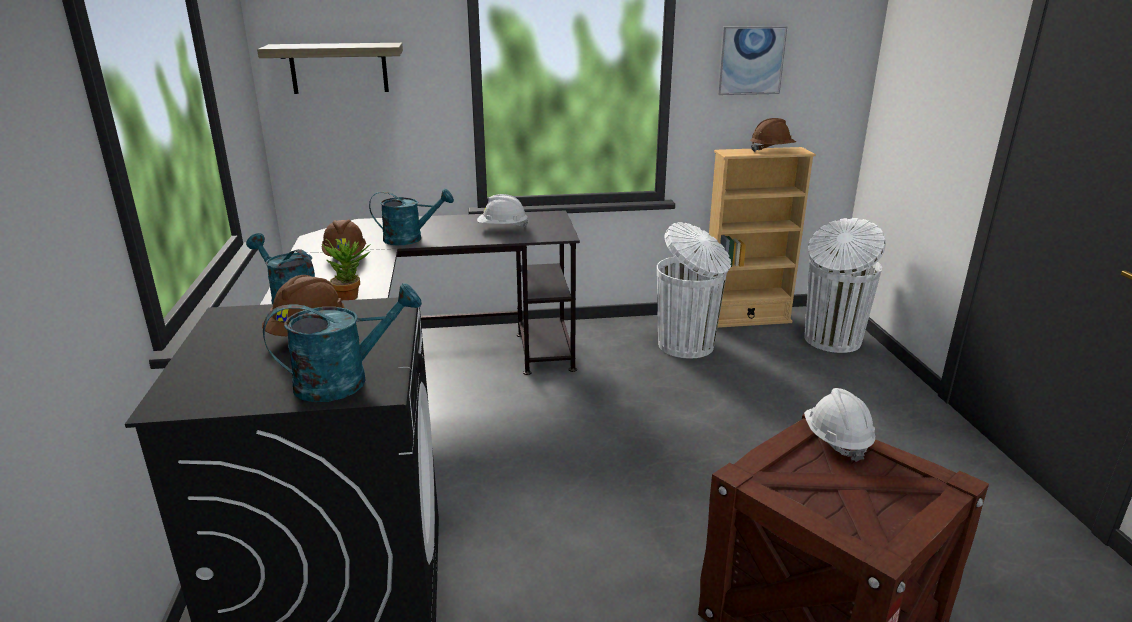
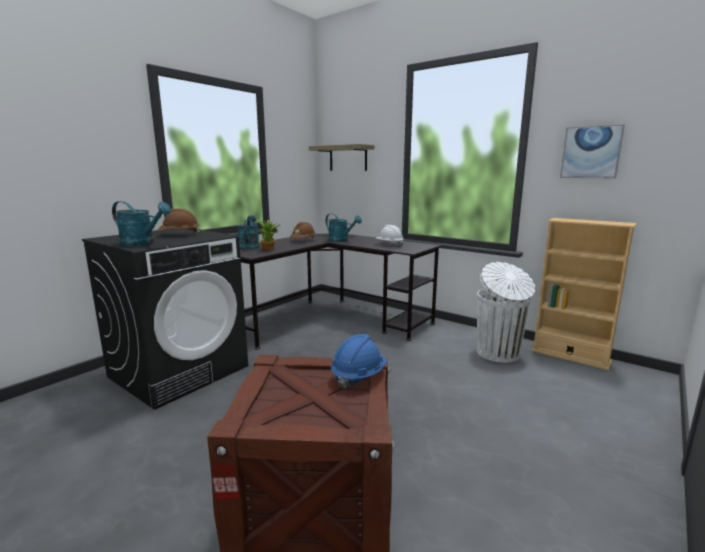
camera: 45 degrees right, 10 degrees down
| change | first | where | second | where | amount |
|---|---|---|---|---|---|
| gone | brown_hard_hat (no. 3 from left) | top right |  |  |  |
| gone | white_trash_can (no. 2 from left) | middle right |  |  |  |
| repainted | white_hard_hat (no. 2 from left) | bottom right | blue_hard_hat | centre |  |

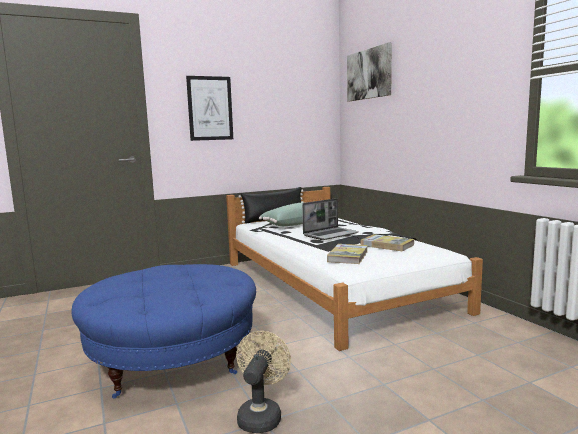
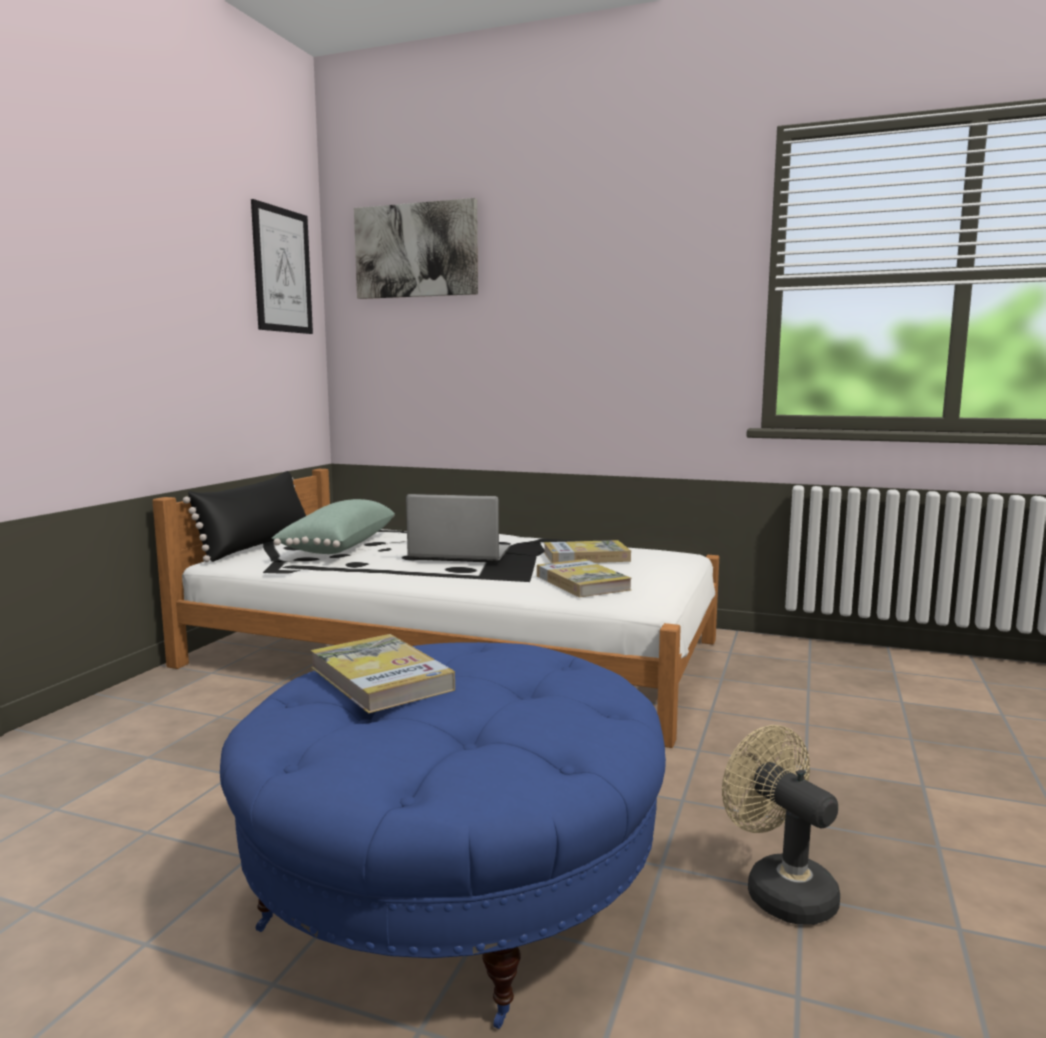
camera: 45 degrees left, 0 degrees up
| change | first | where | second | where | amount |
|---|---|---|---|---|---|
| new |  |  | book (no. 1 from left) | centre |  |
| shifted | picture (no. 1 from left) | top centre |  | top left |  |
| rotated | laptop | centre |  | centre | 90 degrees counterclockwise |

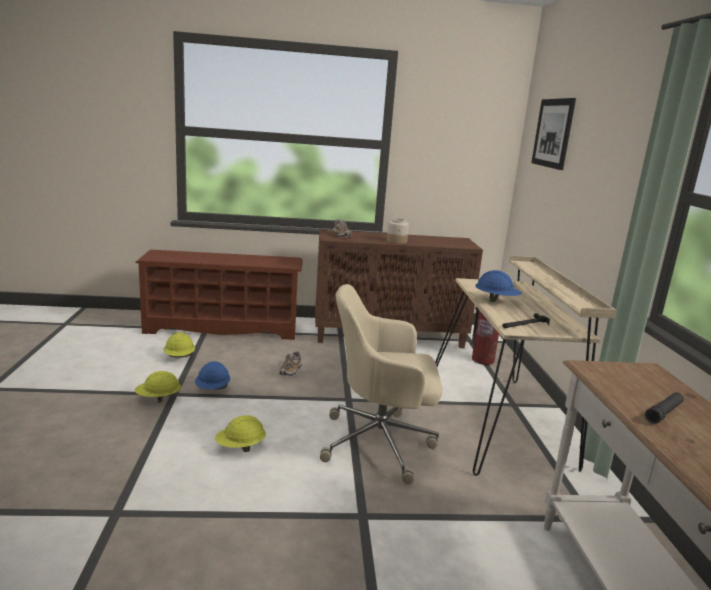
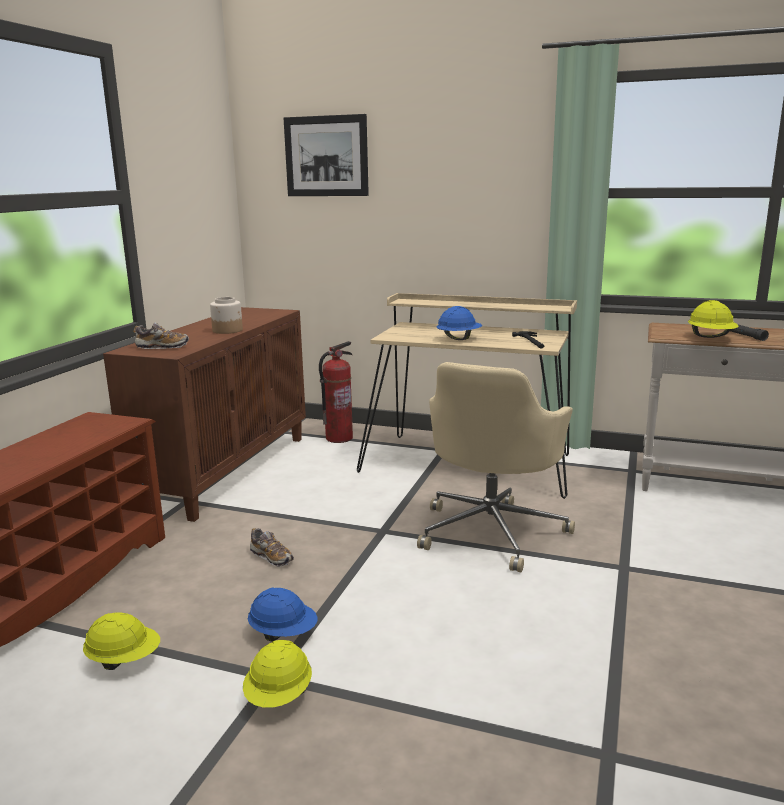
camera: 65 degrees left, 0 degrees up
| change | first | where | second | where | amount |
|---|---|---|---|---|---|
| shifted | yellow_hard_hat (no. 3 from left) | bottom centre |  | middle right |  |

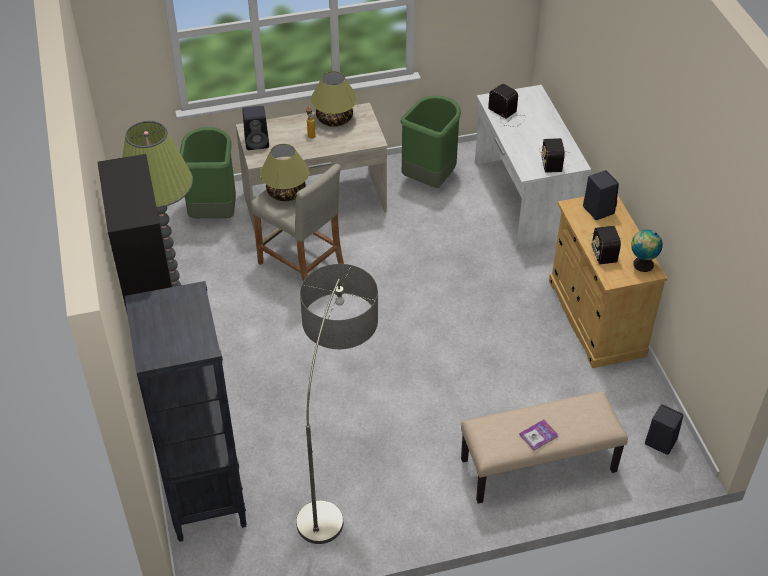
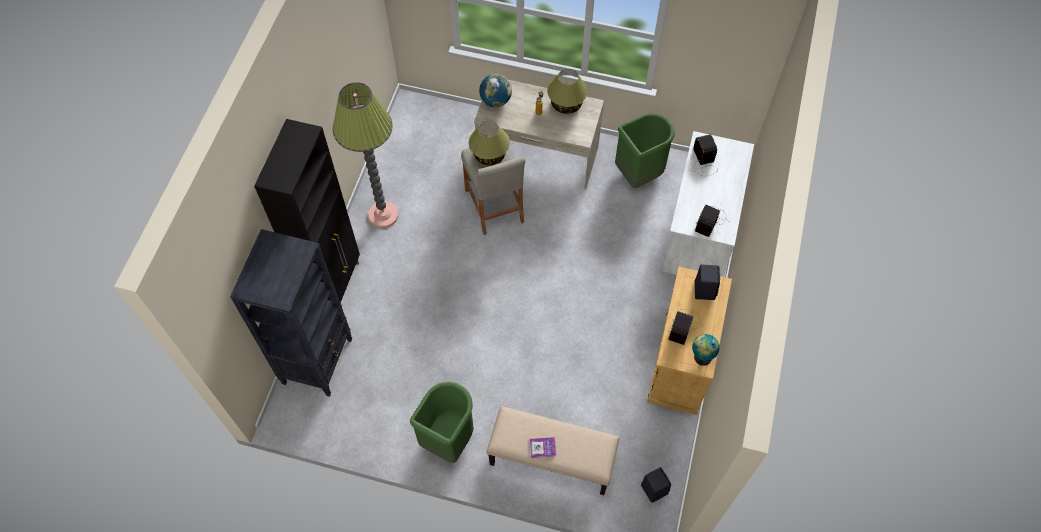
camera: 30 degrees right, 15 degrees up
| change | first | where | second | where | amount |
|---|---|---|---|---|---|
| gone | floor_lamp (no. 2 from left) | bottom centre |  |  |  |
| shifted | green_trash_can (no. 1 from left) | top left |  | bottom centre |  |
| swapped | black_speaker (no. 1 from left) | top centre | globe (no. 1 from left) | top centre |  |

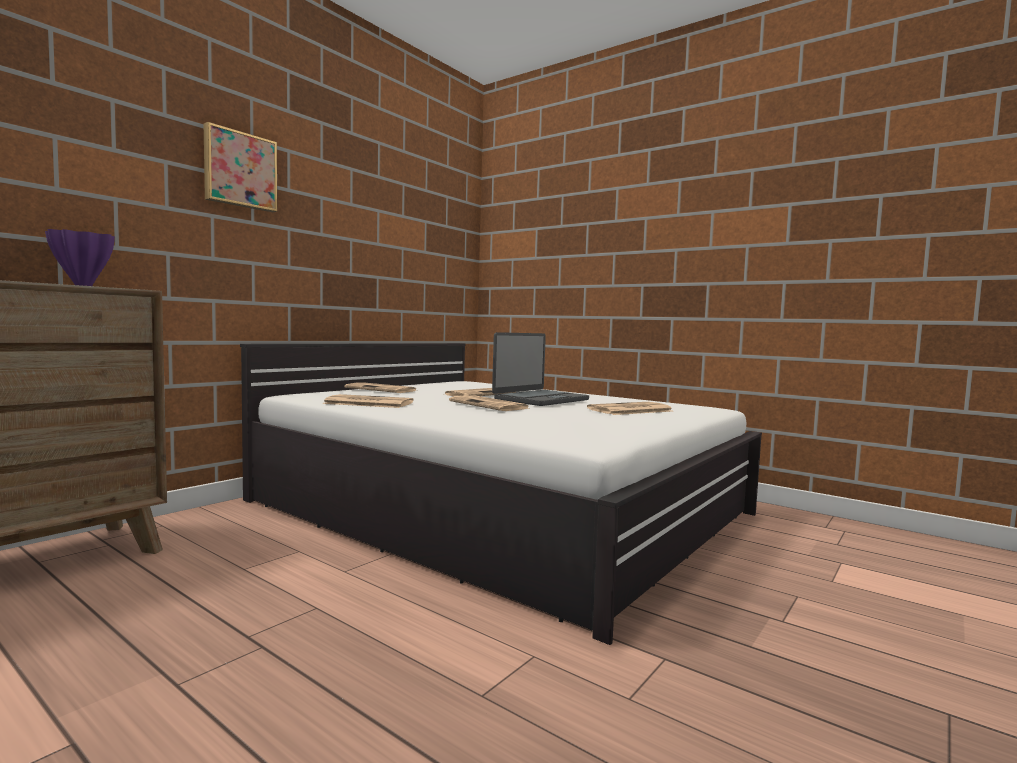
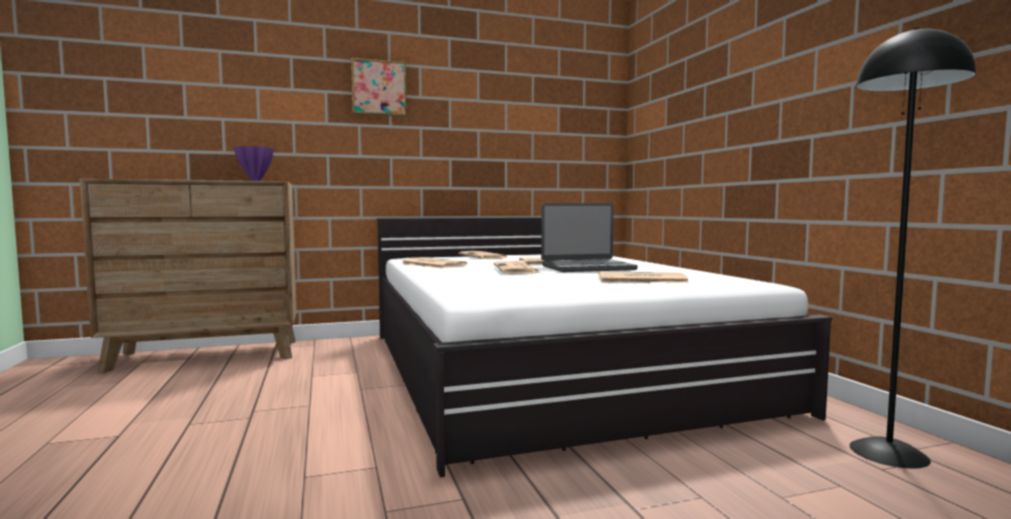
camera: 35 degrees right, 0 degrees up
| change | first | where | second | where | amount |
|---|---|---|---|---|---|
| new |  |  | black_floor_lamp | middle right |  |

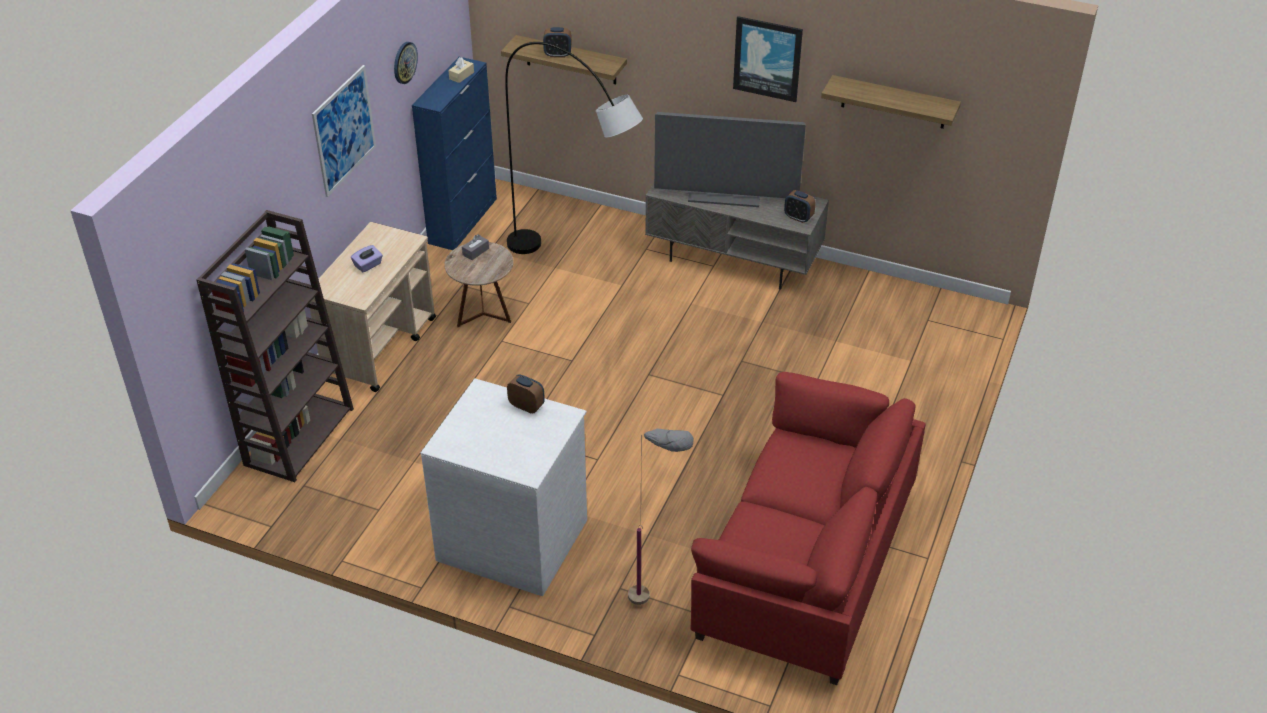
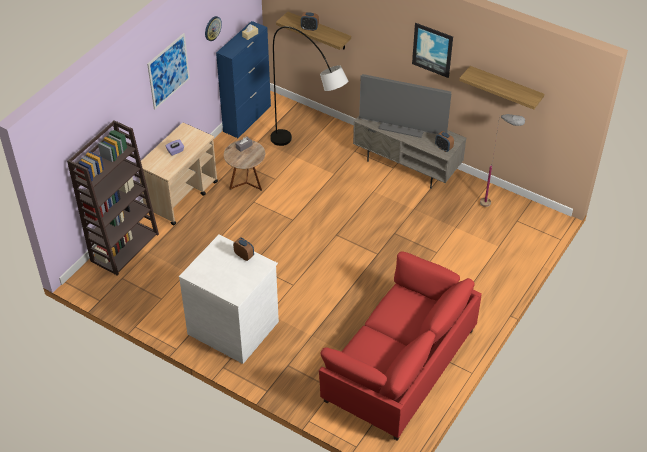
camera: 10 degrees right, 5 degrees up
| change | first | where | second | where | amount |
|---|---|---|---|---|---|
| shifted | grey_floor_lamp (no. 2 from left) | bottom centre |  | middle right |  |

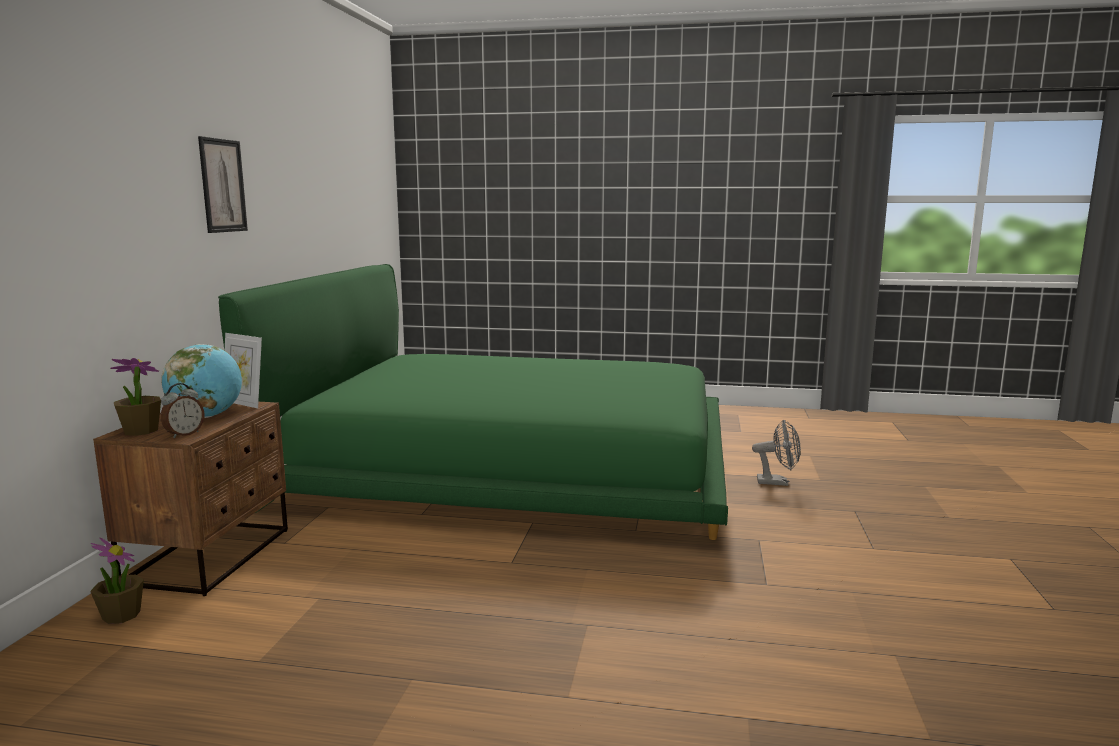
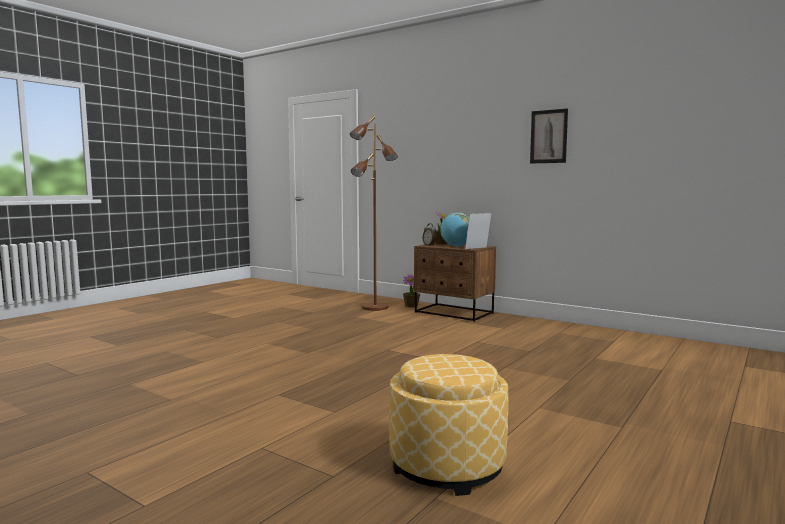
camera: 115 degrees right, 5 degrees down
| change | first | where | second | where | amount |
|---|---|---|---|---|---|
| gone | green_bed | centre |  |  |  |
| new |  |  | brown_floor_lamp | centre |  |
| swapped | grey_fan | middle right | ottoman | bottom centre |  |

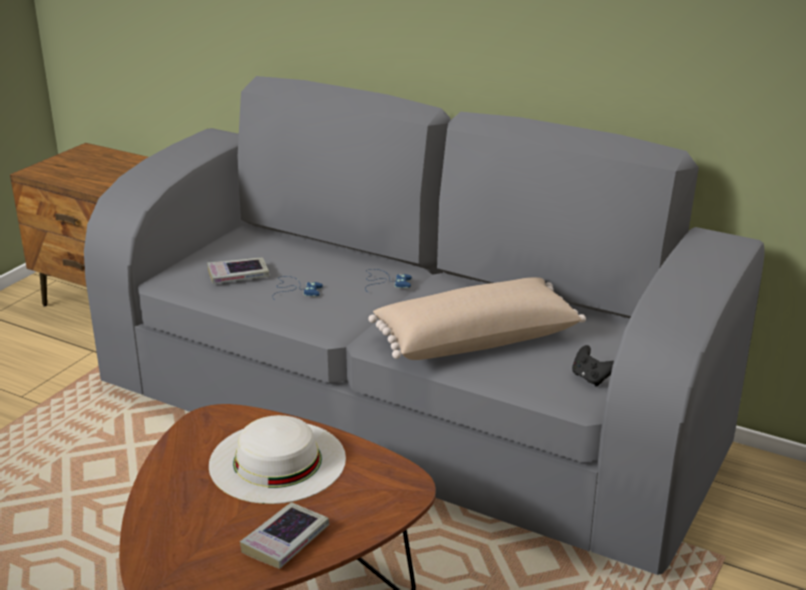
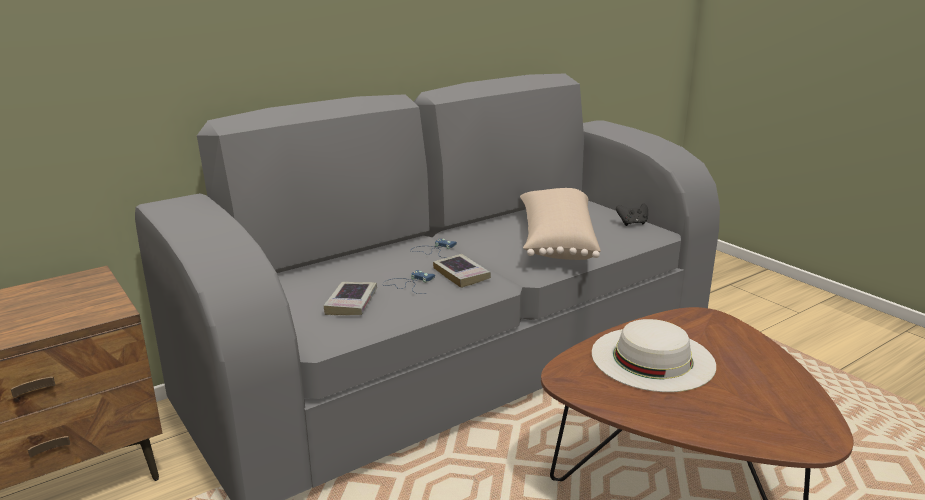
camera: 65 degrees left, 5 degrees down
| change | first | where | second | where | amount |
|---|---|---|---|---|---|
| shifted | book (no. 2 from left) | bottom centre |  | centre |  |

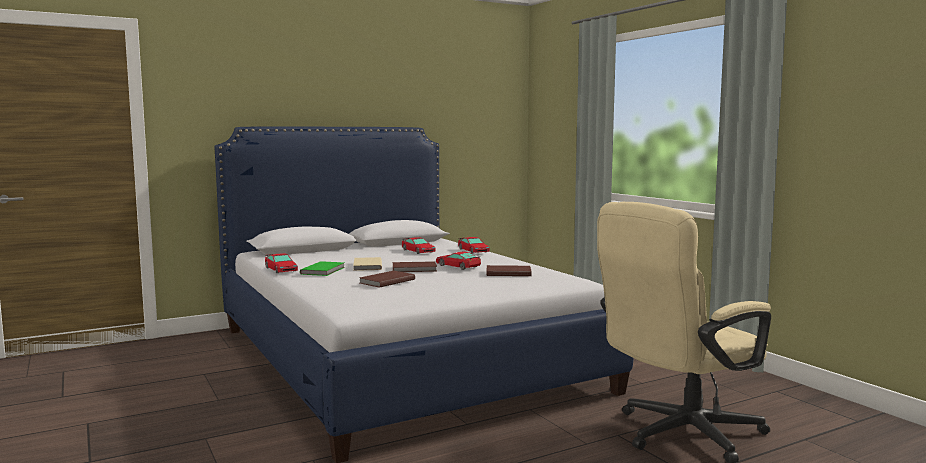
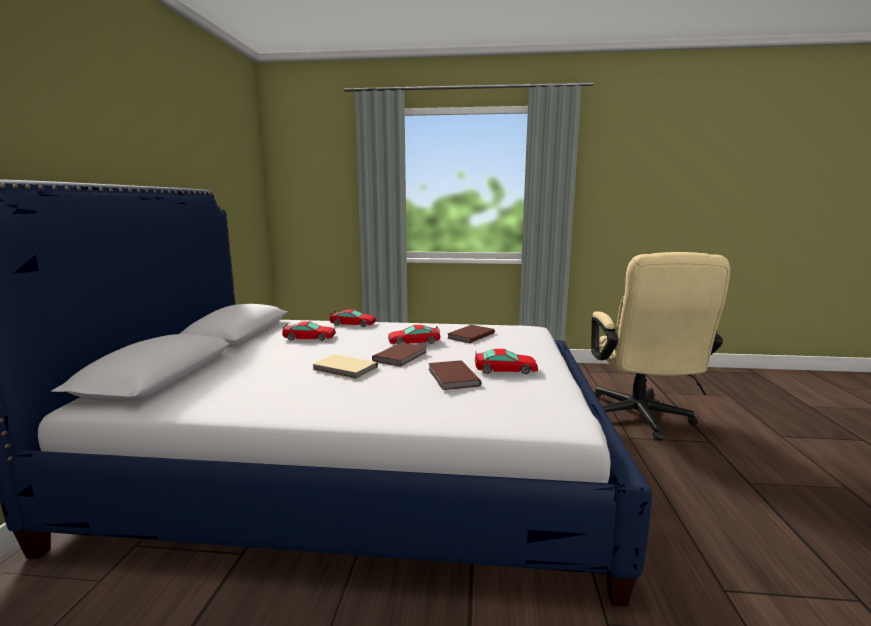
camera: 55 degrees left, 5 degrees up
| change | first | where | second | where | amount |
|---|---|---|---|---|---|
| gone | green_book | centre |  |  |  |
| shifted | toy_car (no. 1 from left in the first image) | middle left | toy_car (no. 4 from left) | centre |  |

